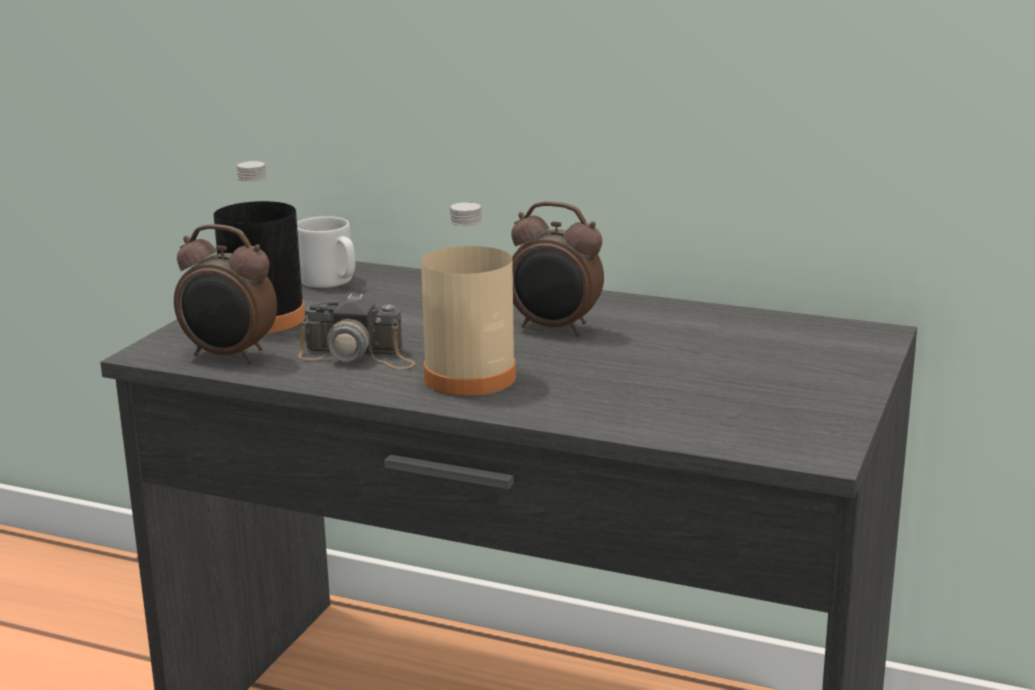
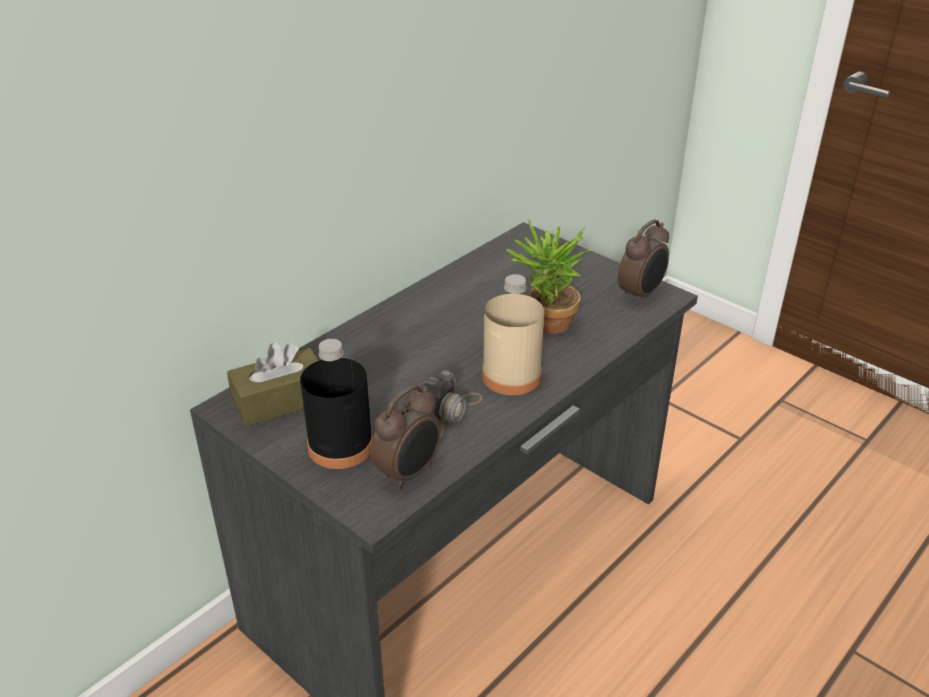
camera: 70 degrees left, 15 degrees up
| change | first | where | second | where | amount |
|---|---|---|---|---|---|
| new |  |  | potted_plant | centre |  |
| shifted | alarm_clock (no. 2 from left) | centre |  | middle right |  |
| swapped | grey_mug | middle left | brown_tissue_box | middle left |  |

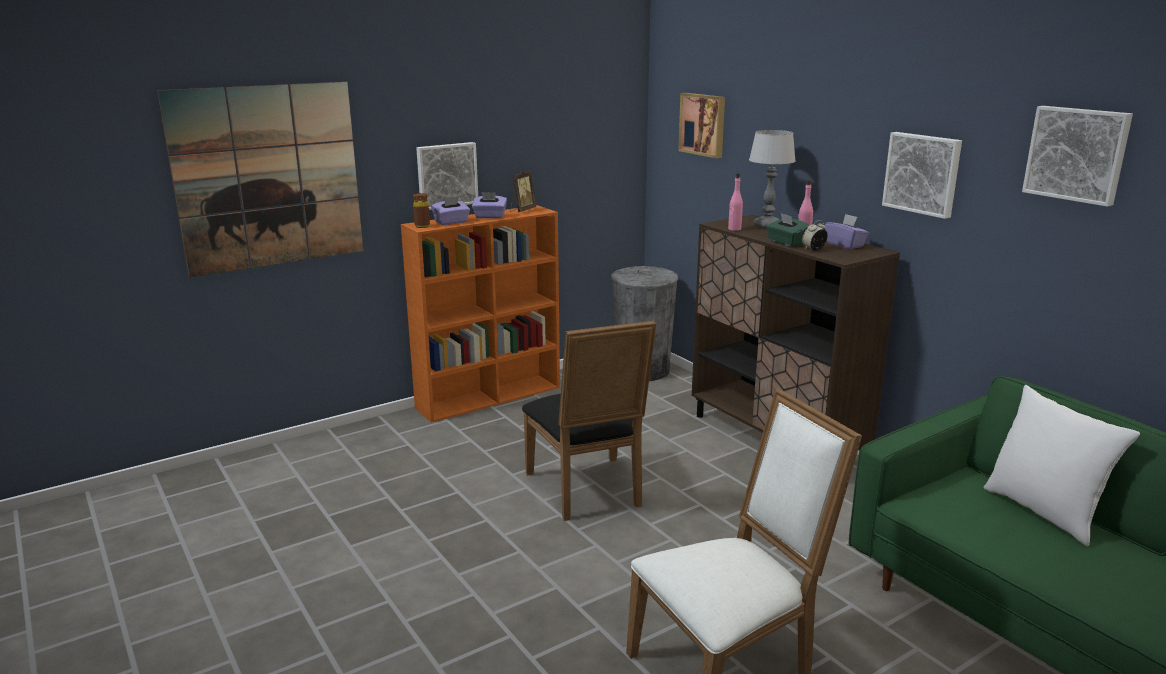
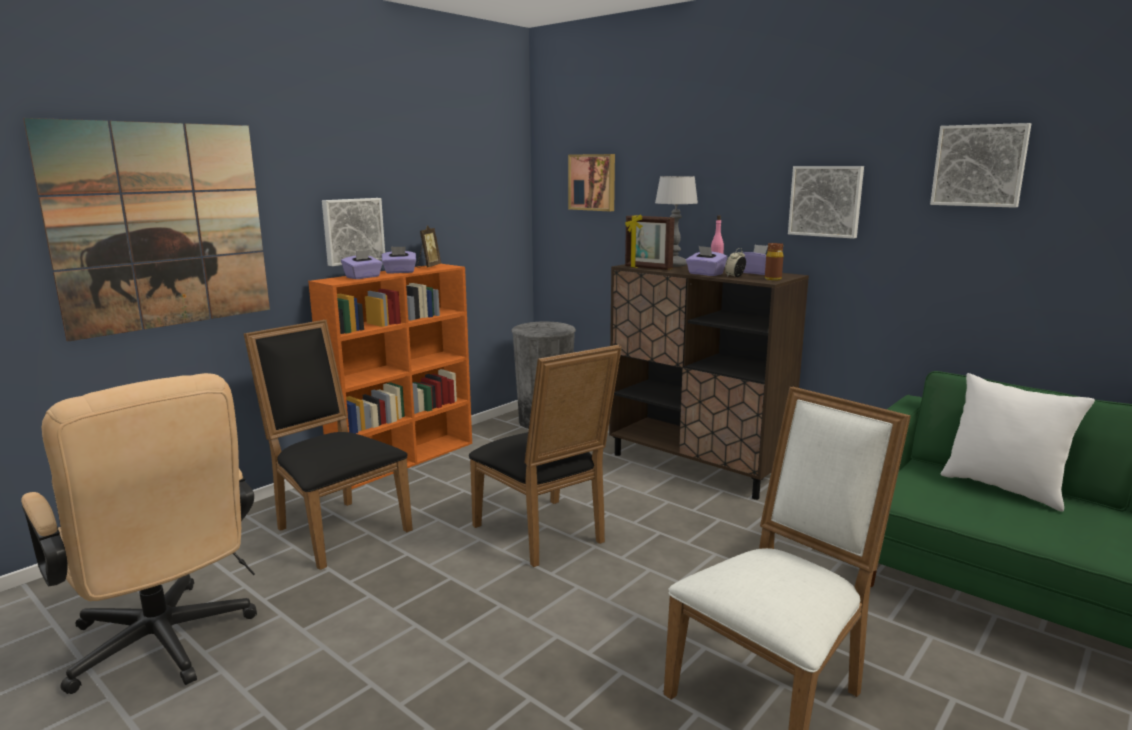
camera: 15 degrees left, 5 degrees down
| change | first | where | second | where | amount |
|---|---|---|---|---|---|
| new |  |  | beige_office_chair | bottom left |  |
| new |  |  | black_chair (no. 1 from left) | middle left |  |
| shifted | brown_bottle | top centre |  | middle right |  |
| swapped | pink_bottle (no. 1 from left) | top centre | picture_frame (no. 2 from left) | top centre |  |
| repainted | green_tissue_box | middle right | purple_tissue_box (no. 3 from left) | centre |  |

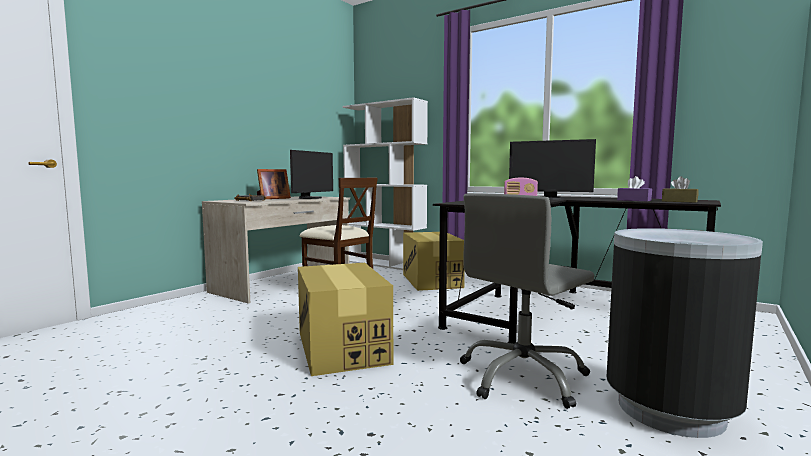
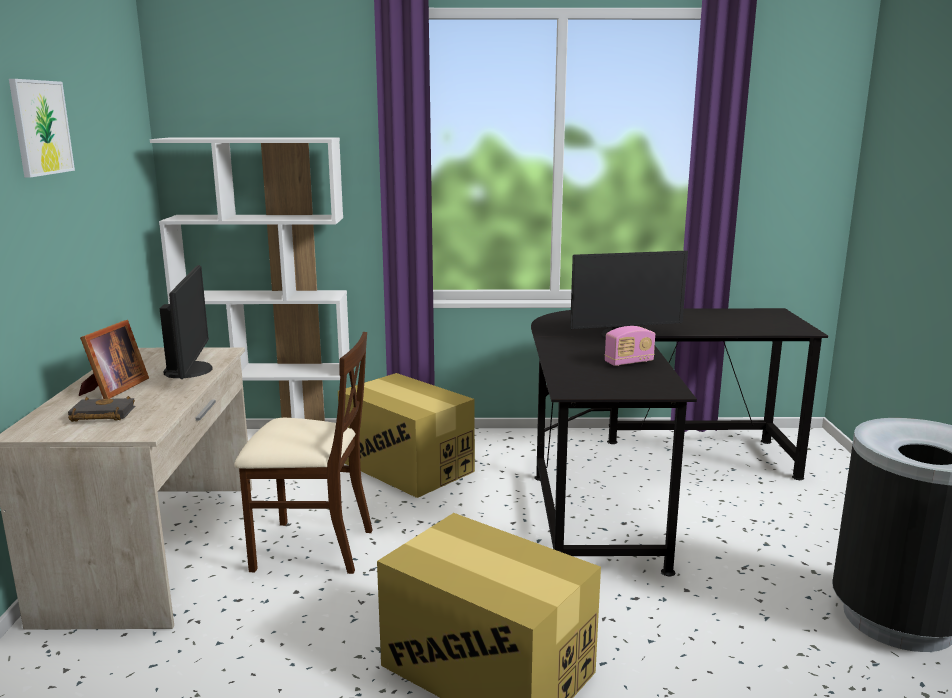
camera: 35 degrees left, 10 degrees up
| change | first | where | second | where | amount |
|---|---|---|---|---|---|
| gone | grey_office_chair | centre |  |  |  |
| gone | purple_tissue_box | middle right |  |  |  |
| gone | brown_tissue_box | middle right |  |  |  |
| new |  |  | picture | top left |  |

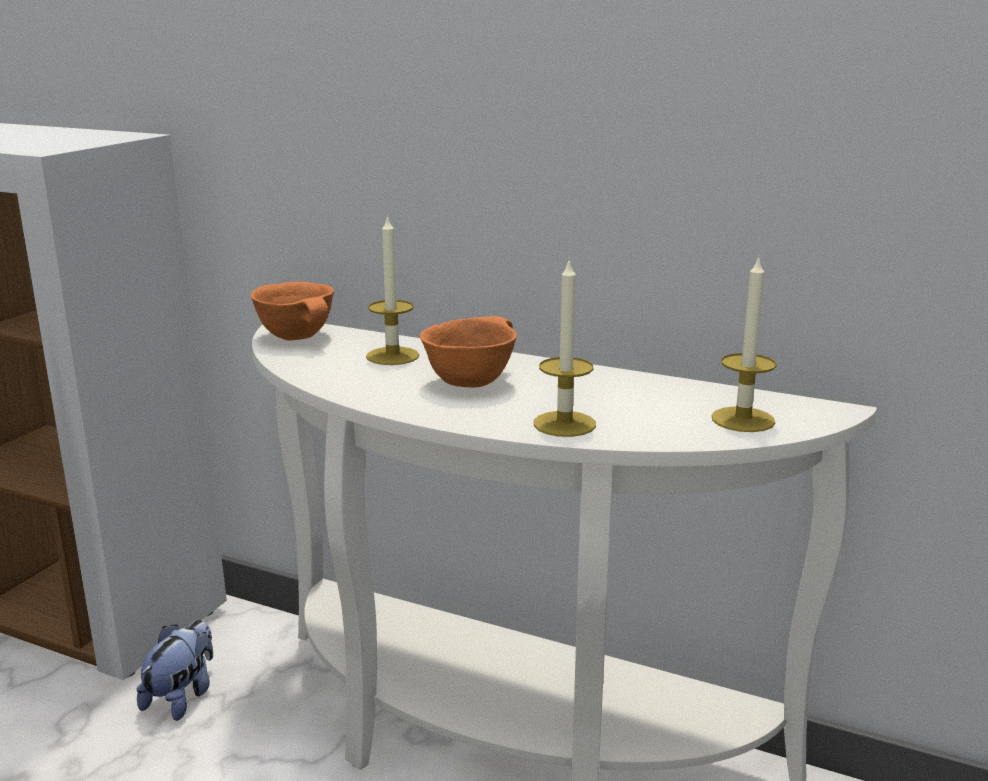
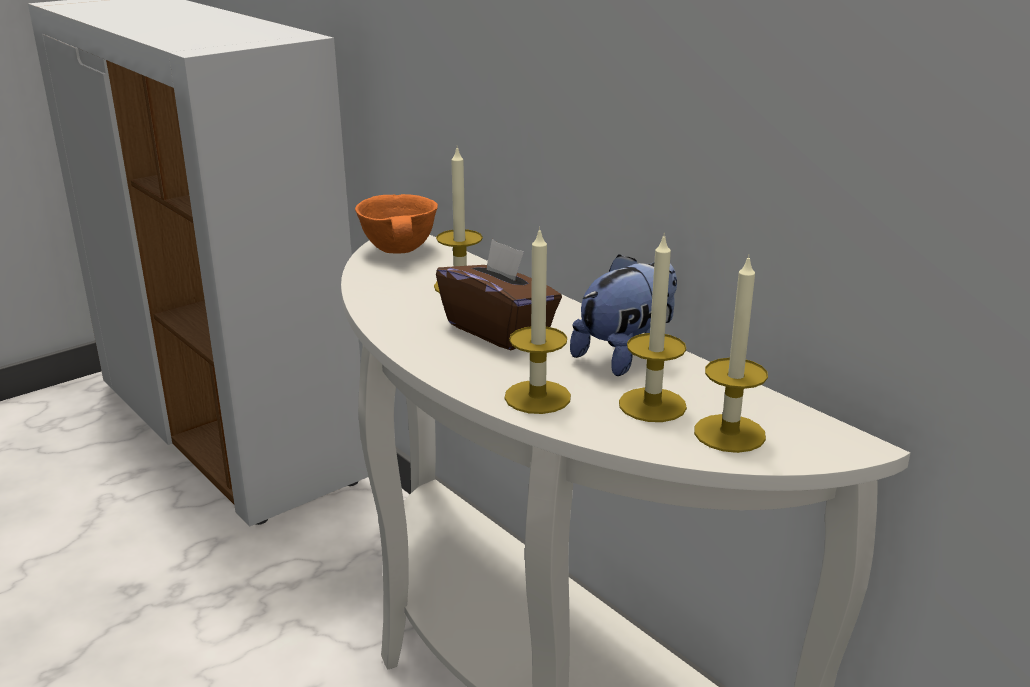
camera: 25 degrees right, 5 degrees up
| change | first | where | second | where | amount |
|---|---|---|---|---|---|
| new |  |  | candle (no. 3 from left) | centre |  |
| shifted | plush_toy | bottom left |  | centre |  |
| swapped | orange_bowl (no. 2 from left) | centre | brown_tissue_box | centre |  |

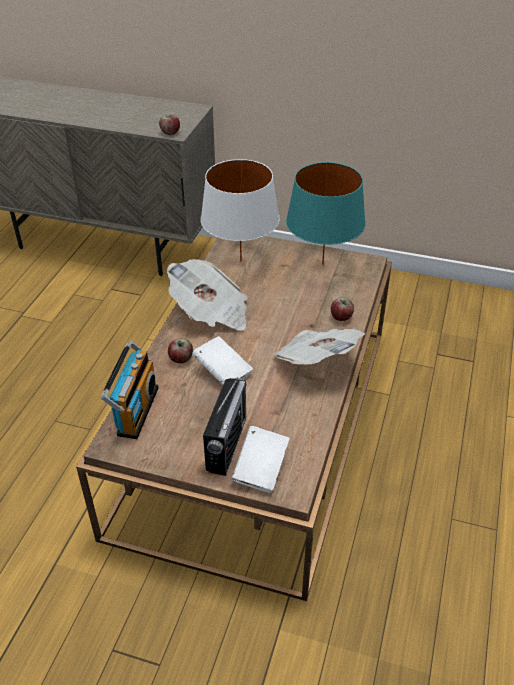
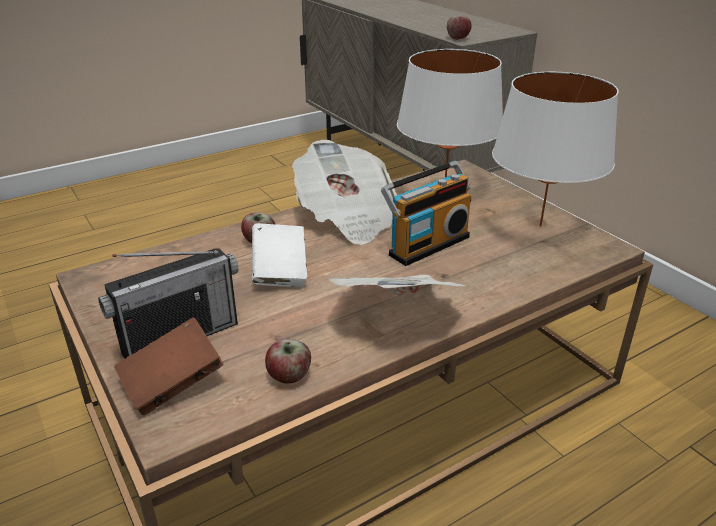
camera: 40 degrees right, 10 degrees down
| change | first | where | second | where | amount |
|---|---|---|---|---|---|
| shifted | radio (no. 1 from left in the first image) | middle left | radio (no. 2 from left) | centre |  |
| shifted | apple (no. 3 from left in the first image) | centre | apple (no. 2 from left) | bottom centre |  |
| repainted | white_book (no. 2 from left) | bottom centre | brown_book | bottom left |  |
| repainted | turquoise_table_lamp | top centre | white_table_lamp (no. 2 from left) | top right |  |

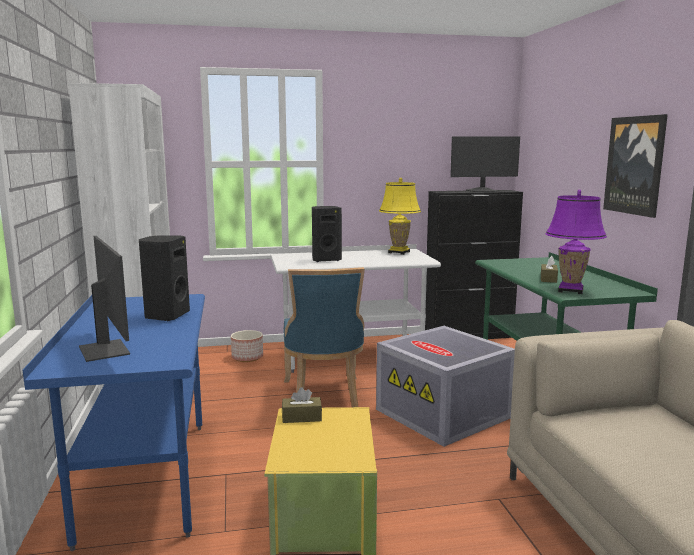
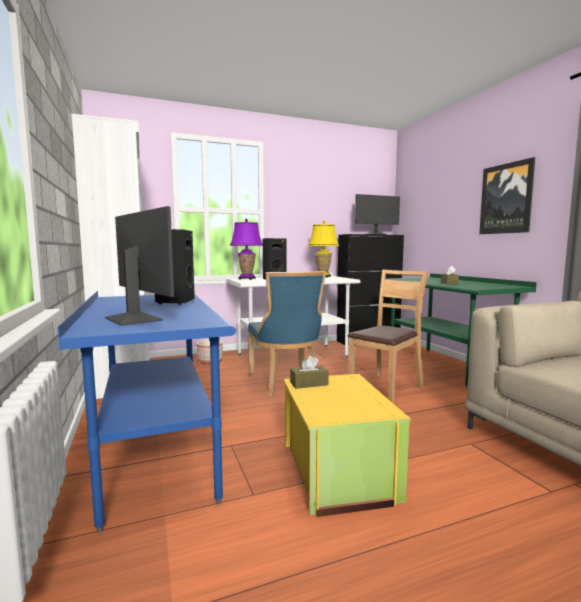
camera: 10 degrees left, 5 degrees down
| change | first | where | second | where | amount |
|---|---|---|---|---|---|
| shifted | purple_table_lamp | middle right |  | centre |  |
| swapped | grey_storage_box | bottom centre | brown_chair | middle right |  |

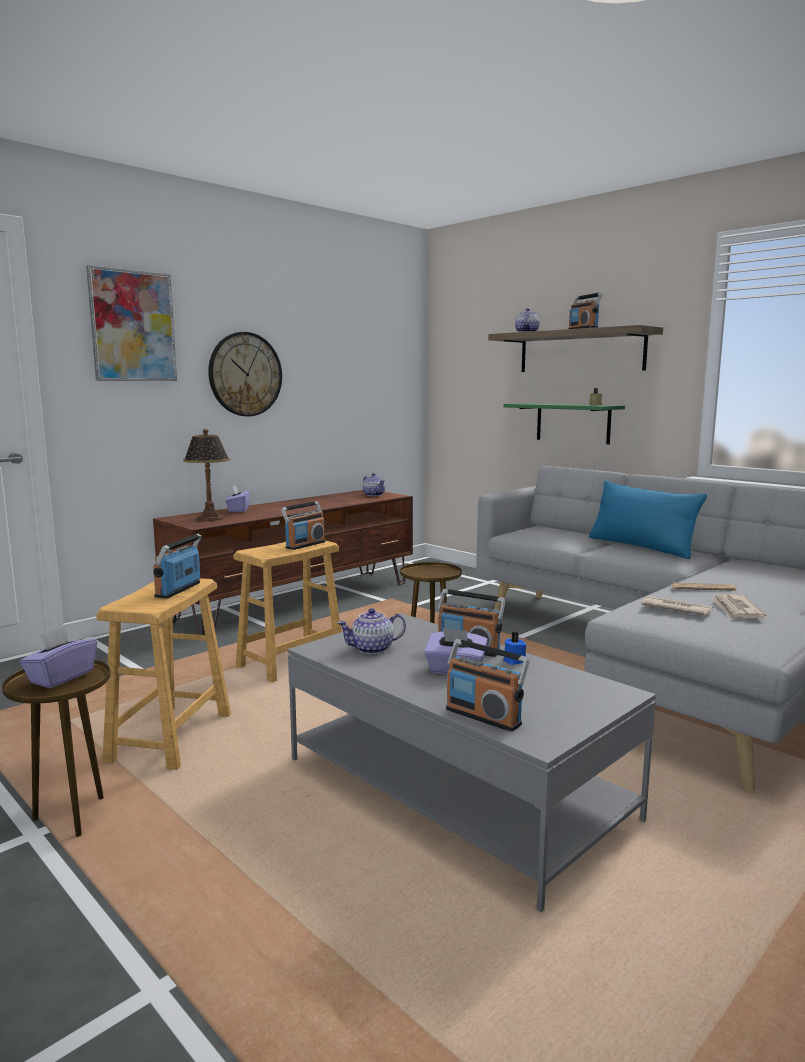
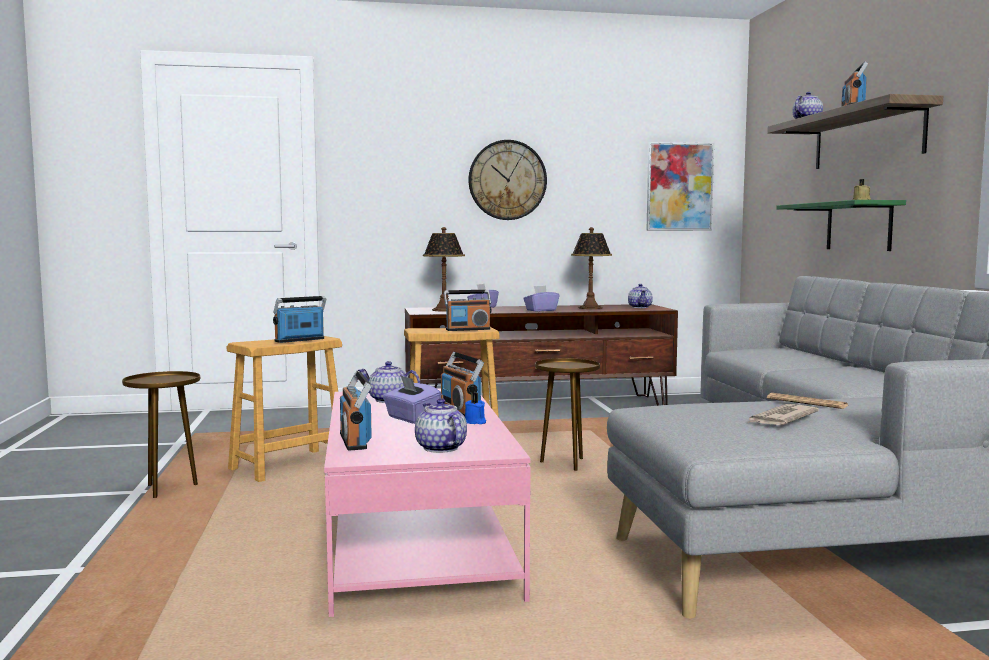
camera: 35 degrees right, 5 degrees down
| change | first | where | second | where | amount |
|---|---|---|---|---|---|
| gone | blue_pillow | middle right |  |  |  |
| gone | newspaper (no. 1 from left) | middle right |  |  |  |
| new |  |  | teapot (no. 2 from left) | centre |  |
| new |  |  | table_lamp (no. 2 from left) | centre |  |
| shifted | purple_tissue_box (no. 1 from left in the first image) | middle left | purple_tissue_box (no. 3 from left) | centre |  |
| shifted | picture | top left |  | top right |  |
| repainted | grey_coffee_table | bottom centre | pink_coffee_table | bottom centre |  |

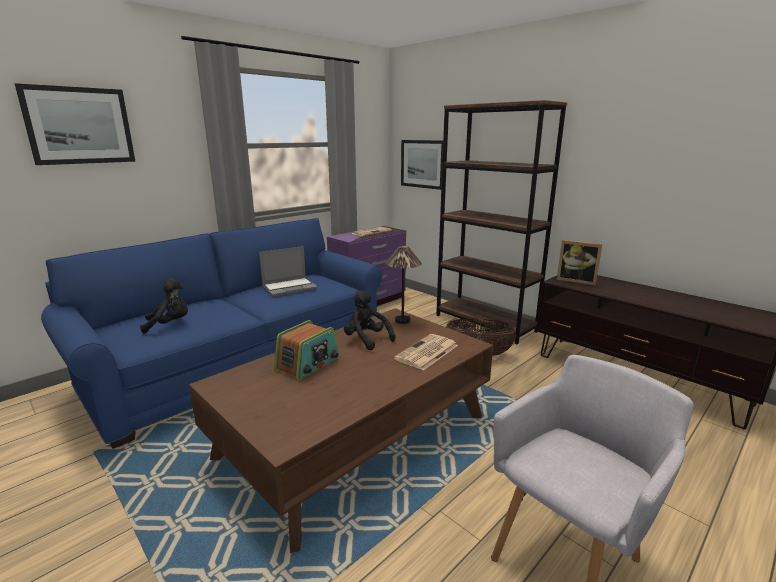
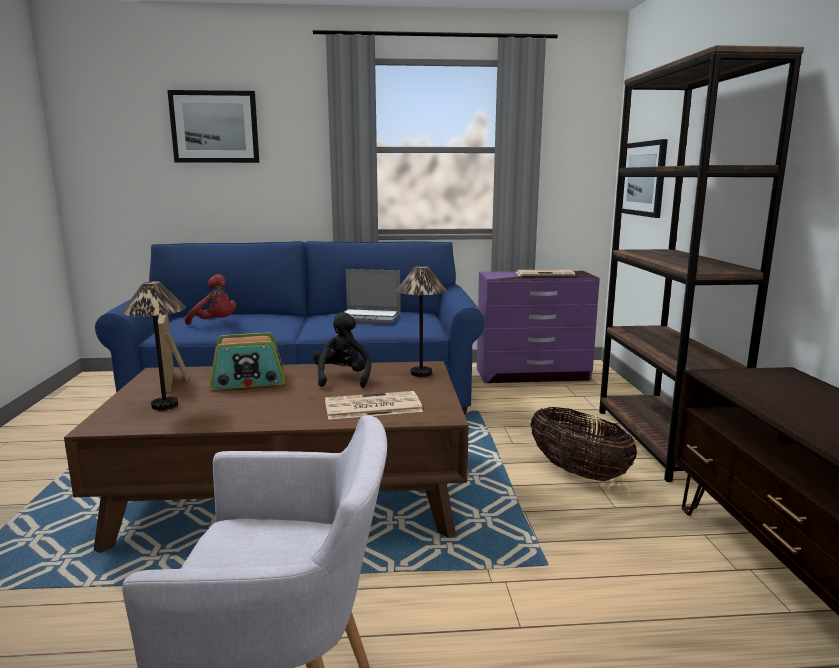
camera: 40 degrees right, 5 degrees down
| change | first | where | second | where | amount |
|---|---|---|---|---|---|
| new |  |  | table_lamp (no. 1 from left) | middle left |  |
| shifted | picture_frame | middle right |  | middle left |  |
| repainted | black_plush_toy (no. 1 from left) | middle left | red_plush_toy | middle left |  |

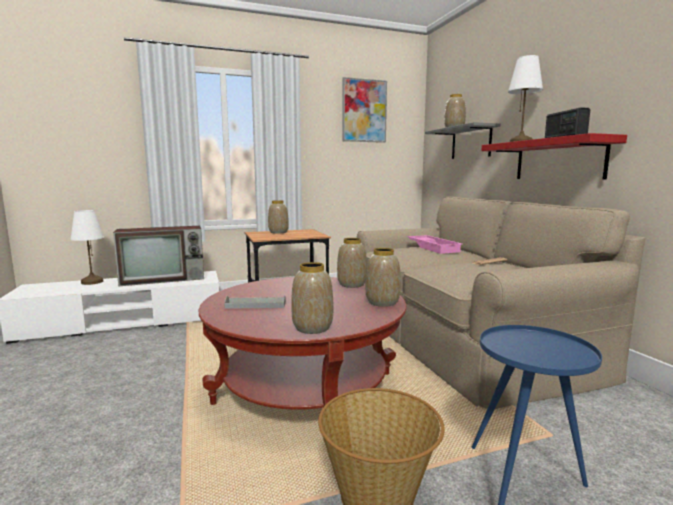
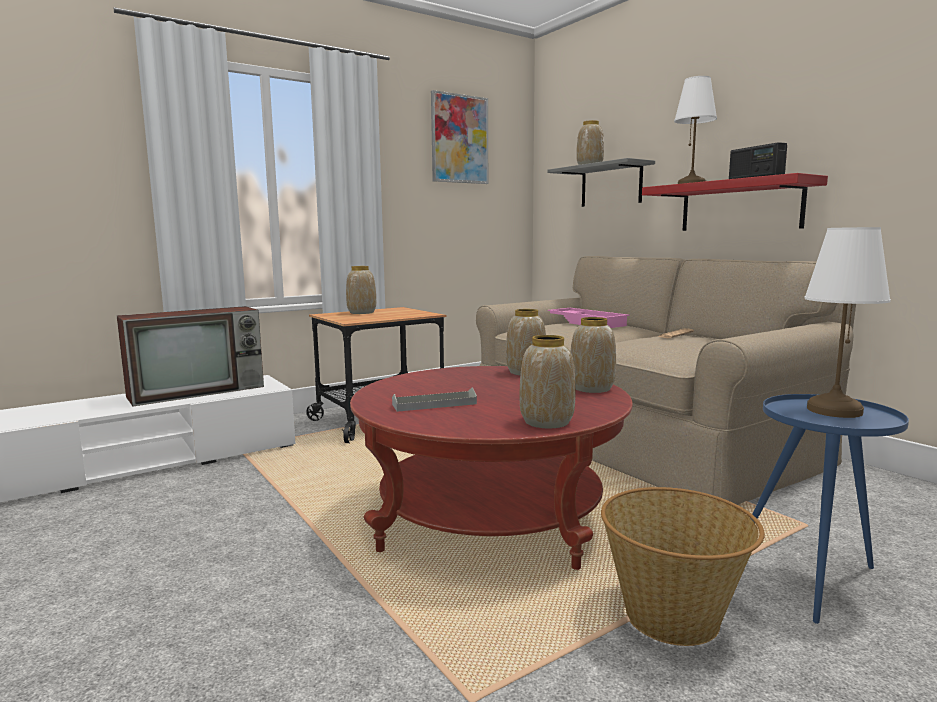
camera: 15 degrees left, 0 degrees up
| change | first | where | second | where | amount |
|---|---|---|---|---|---|
| shifted | white_table_lamp (no. 1 from left in the first image) | middle left | white_table_lamp (no. 2 from left) | middle right |  |

